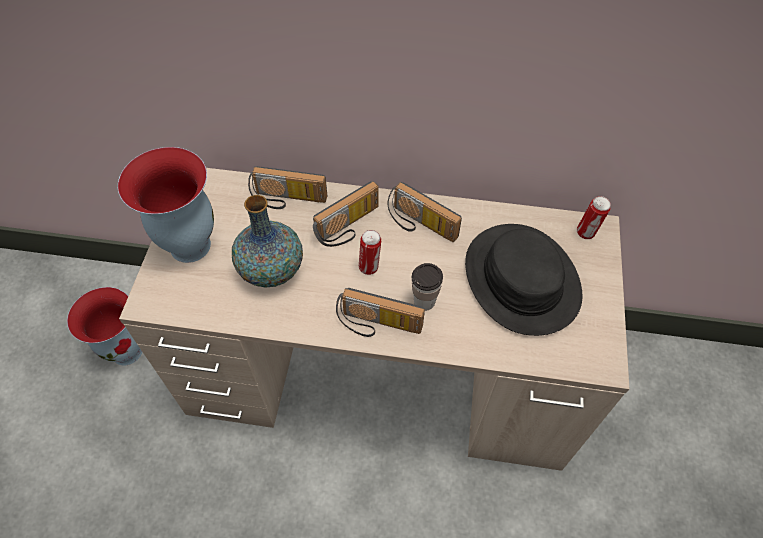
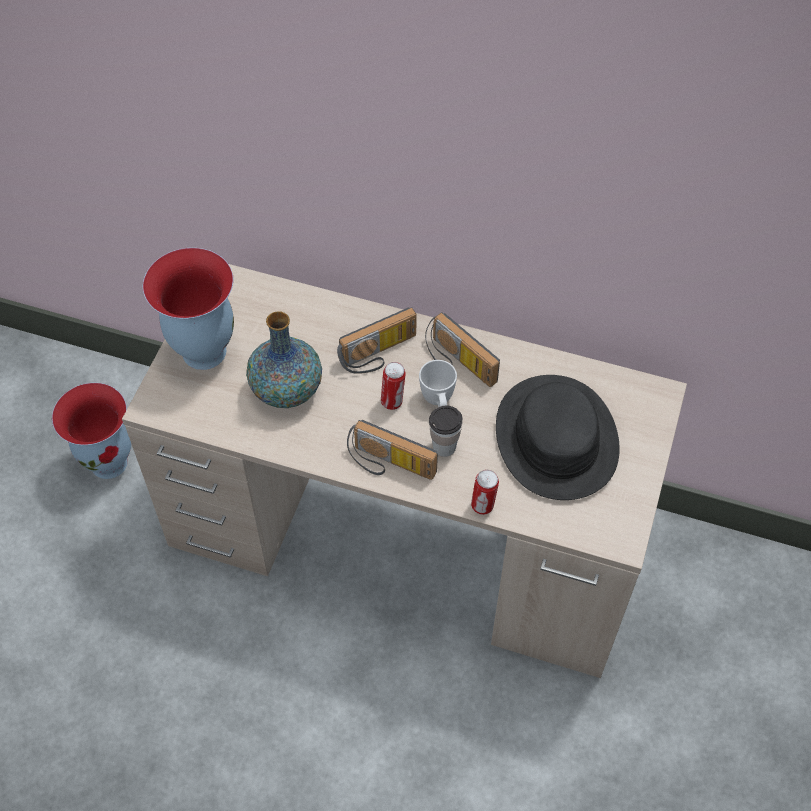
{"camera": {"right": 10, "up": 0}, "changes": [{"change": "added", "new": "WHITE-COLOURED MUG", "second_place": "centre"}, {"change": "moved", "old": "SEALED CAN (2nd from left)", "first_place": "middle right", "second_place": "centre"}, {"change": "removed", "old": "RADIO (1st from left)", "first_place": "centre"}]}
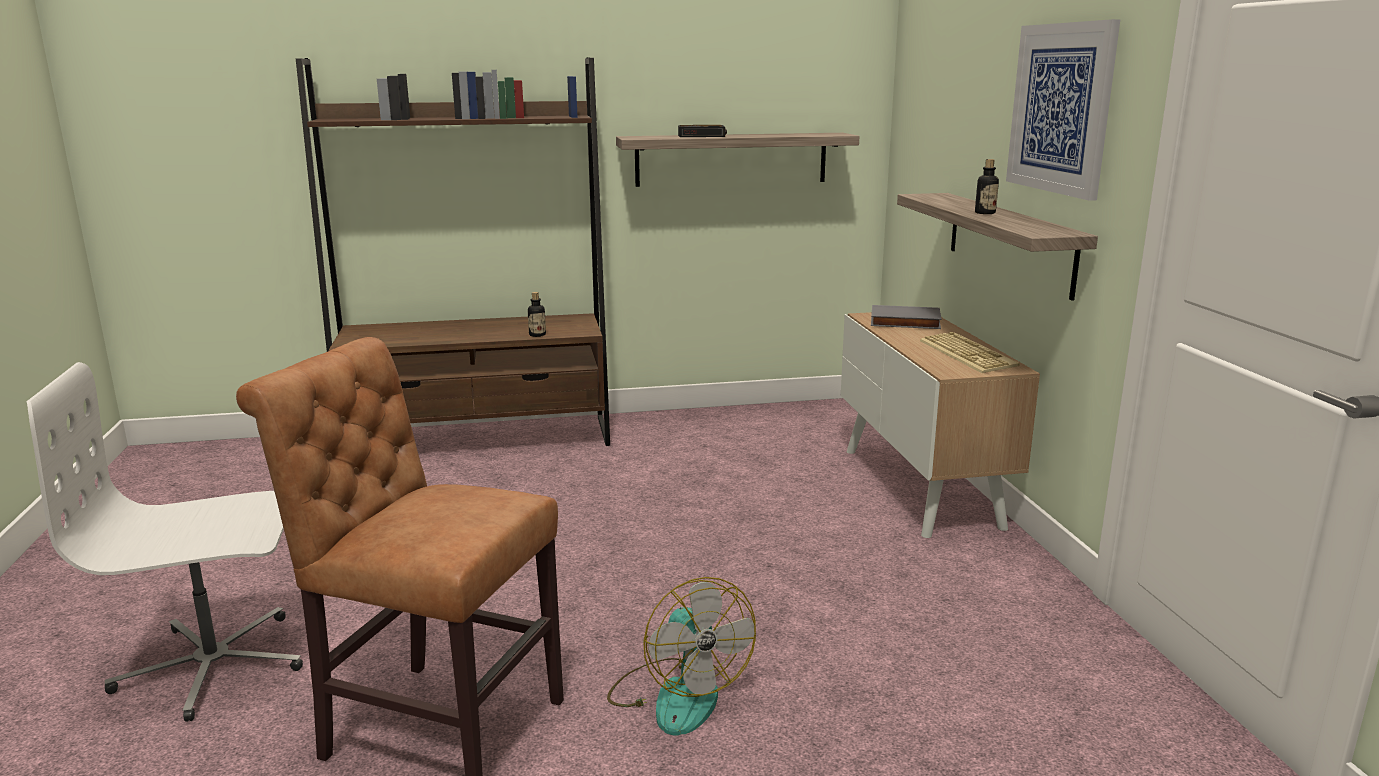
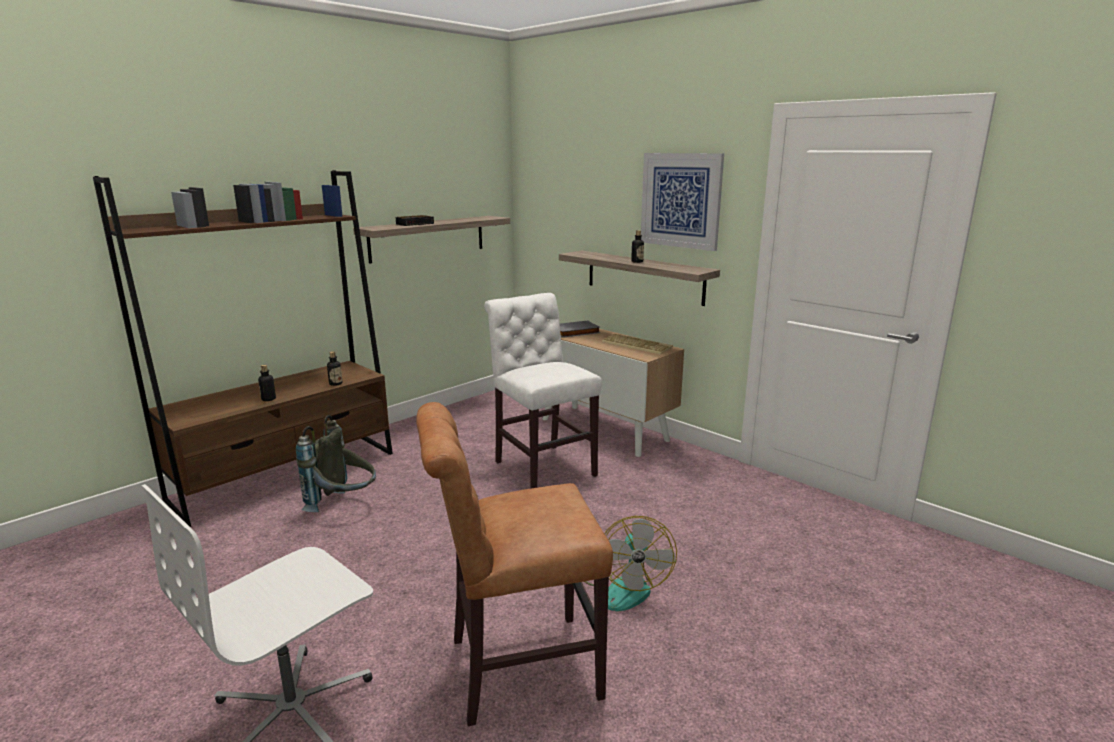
{"camera": {"right": -35, "up": 0}, "changes": [{"change": "added", "new": "BEVERAGE BOTTLE (1st from left)", "second_place": "middle left"}, {"change": "added", "new": "GRAY BACKPACK", "second_place": "middle left"}, {"change": "added", "new": "WHITE-COLOURED UPRIGHT CHAIR", "second_place": "centre"}, {"change": "turned", "old": "ELECTRIC FAN", "first_place": "bottom centre", "second_place": "bottom centre", "degrees": 60}]}
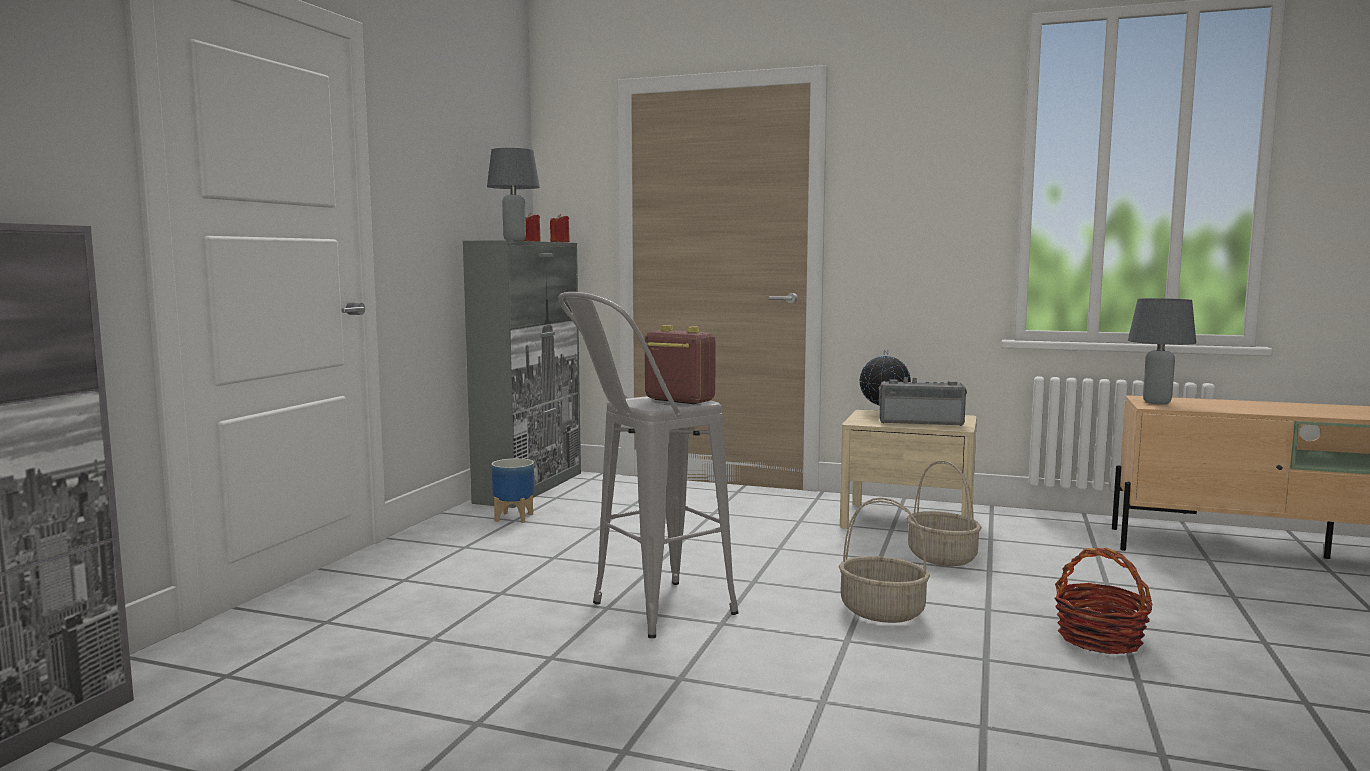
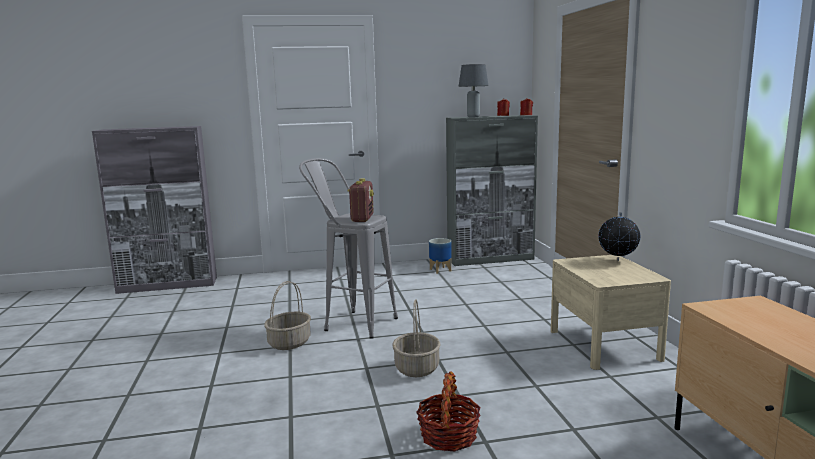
{"camera": {"right": 60, "up": 5}, "changes": [{"change": "moved", "old": "HOUSEHOLD BASKET (2nd from left in the first image)", "new": "HOUSEHOLD BASKET (1st from left)", "first_place": "middle right", "second_place": "bottom centre"}, {"change": "removed", "old": "RADIO (2nd from left)", "first_place": "middle right"}, {"change": "removed", "old": "GRAY TABLETOP LAMP (2nd from left)", "first_place": "middle right"}]}
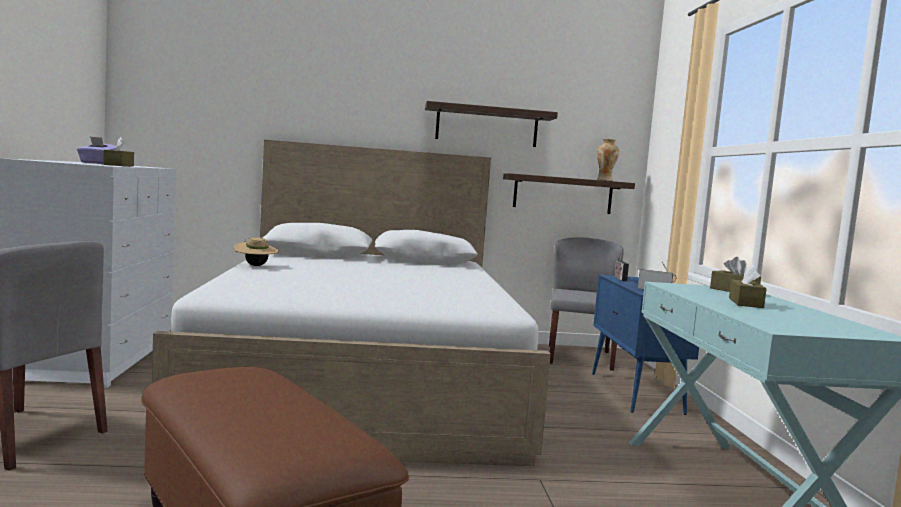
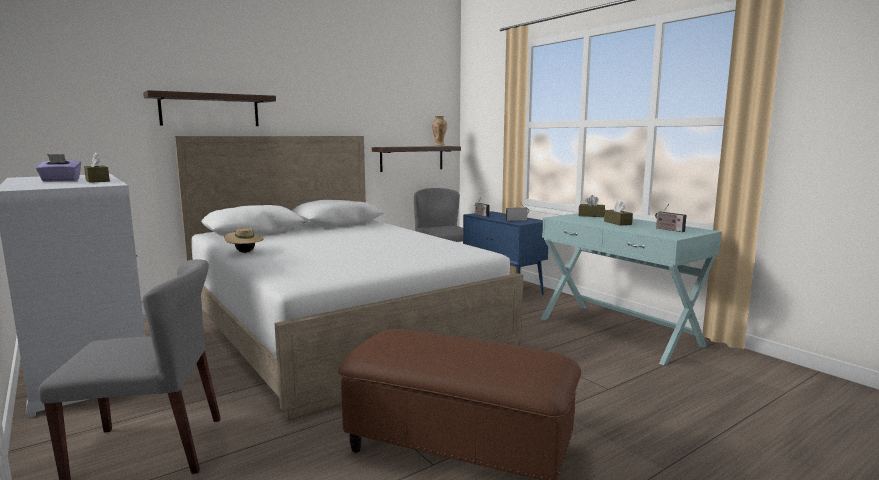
{"camera": {"right": -30, "up": 5}, "changes": [{"change": "moved", "old": "SHELF (1st from left)", "first_place": "top centre", "second_place": "top left"}, {"change": "added", "new": "RADIO (3rd from left)", "second_place": "middle right"}]}
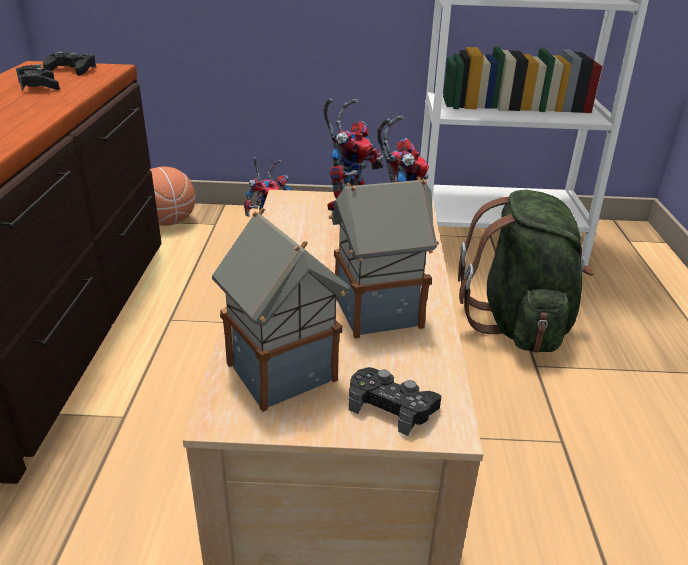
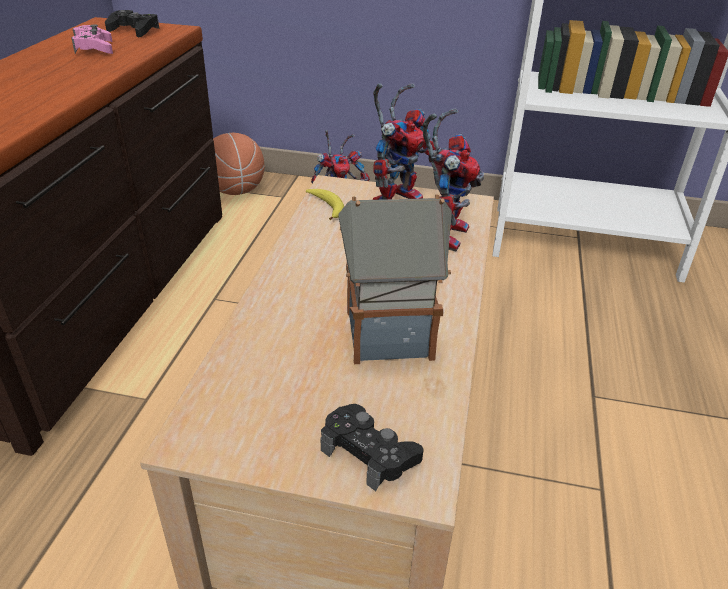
{"camera": {"right": 10, "up": 5}, "changes": [{"change": "recoloured", "old": "BLACKISH GAME CONTROLLER (1st from left)", "new": "PINK GAME CONTROLLER", "first_place": "top left", "second_place": "top left"}, {"change": "added", "new": "WHOLE BANANA", "second_place": "centre"}, {"change": "removed", "old": "TOY HOUSE (1st from left)", "first_place": "centre"}, {"change": "removed", "old": "GREEN BACKPACK", "first_place": "middle right"}]}
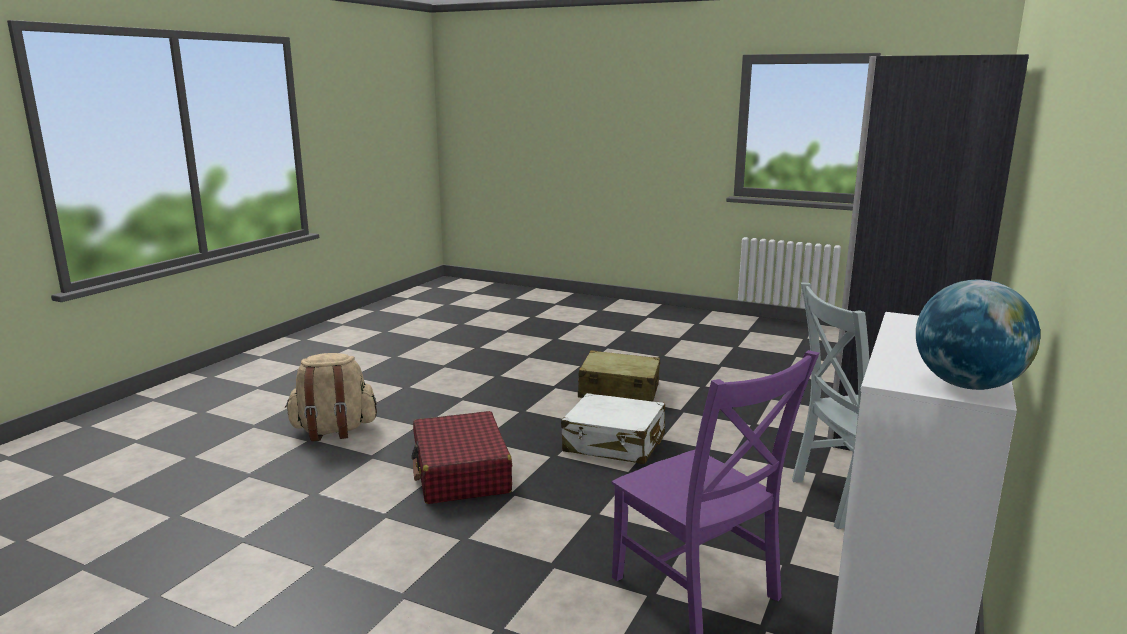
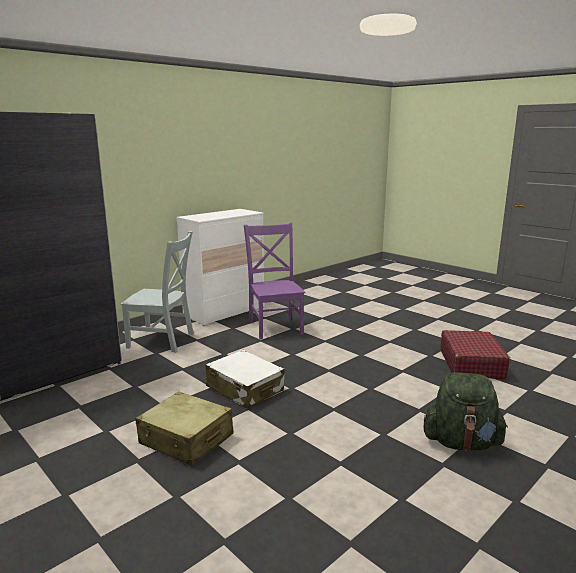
{"camera": {"right": -160, "up": 0}, "changes": [{"change": "recoloured", "old": "BEIGE-COLOURED BACKPACK", "new": "GREEN BACKPACK", "first_place": "middle left", "second_place": "bottom right"}, {"change": "moved", "old": "RED-COLOURED SUITCASE", "first_place": "bottom centre", "second_place": "middle right"}, {"change": "removed", "old": "WORLD GLOBE", "first_place": "middle right"}]}
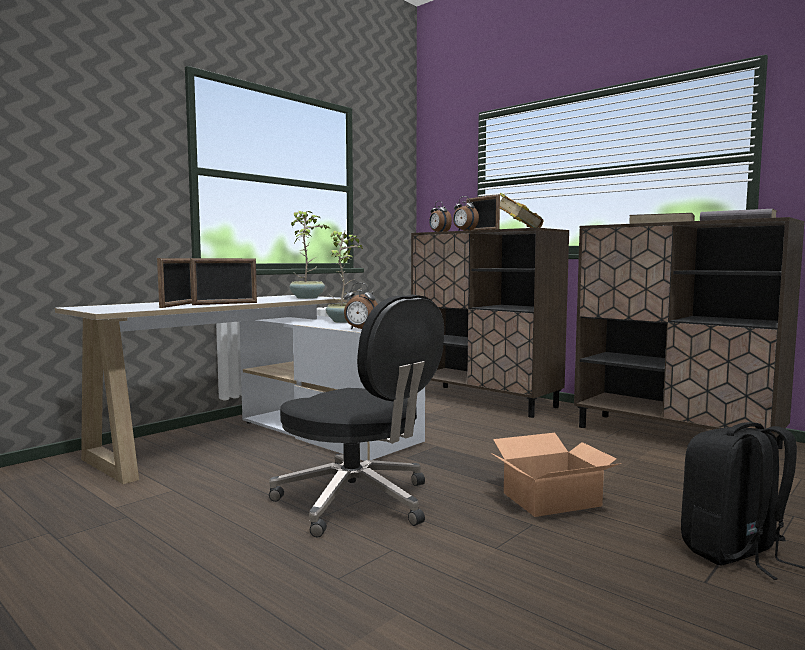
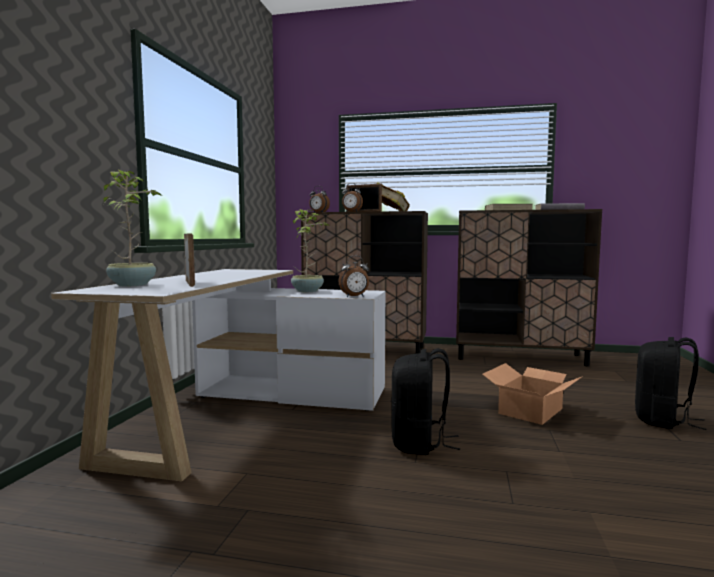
{"camera": {"right": -30, "up": 0}, "changes": [{"change": "moved", "old": "HOUSEPLANT (1st from left)", "first_place": "centre", "second_place": "middle left"}, {"change": "replaced", "old": "BLACKISH DESK CHAIR", "new": "BLACKISH BACKPACK (1st from left)", "first_place": "centre", "second_place": "bottom centre"}, {"change": "removed", "old": "PICTURE FRAME (2nd from left)", "first_place": "middle left"}]}
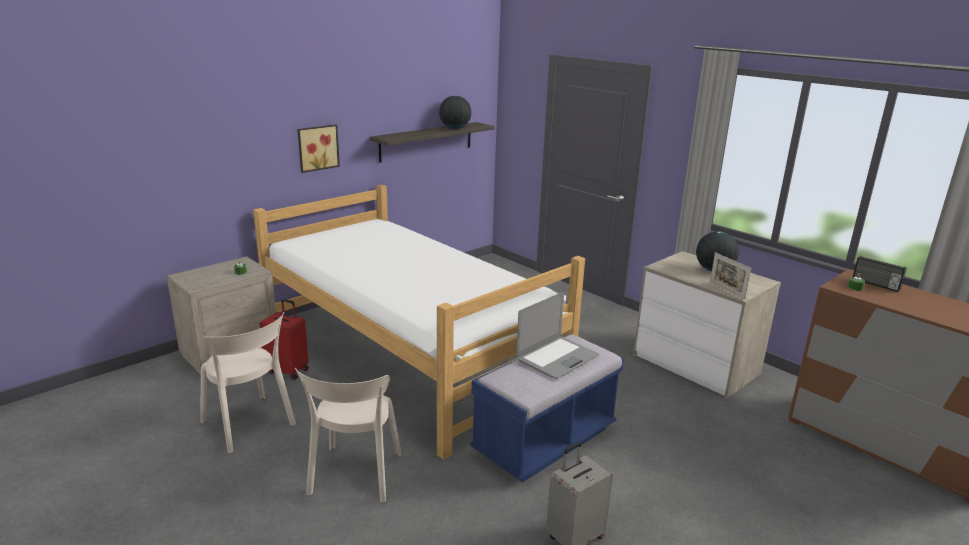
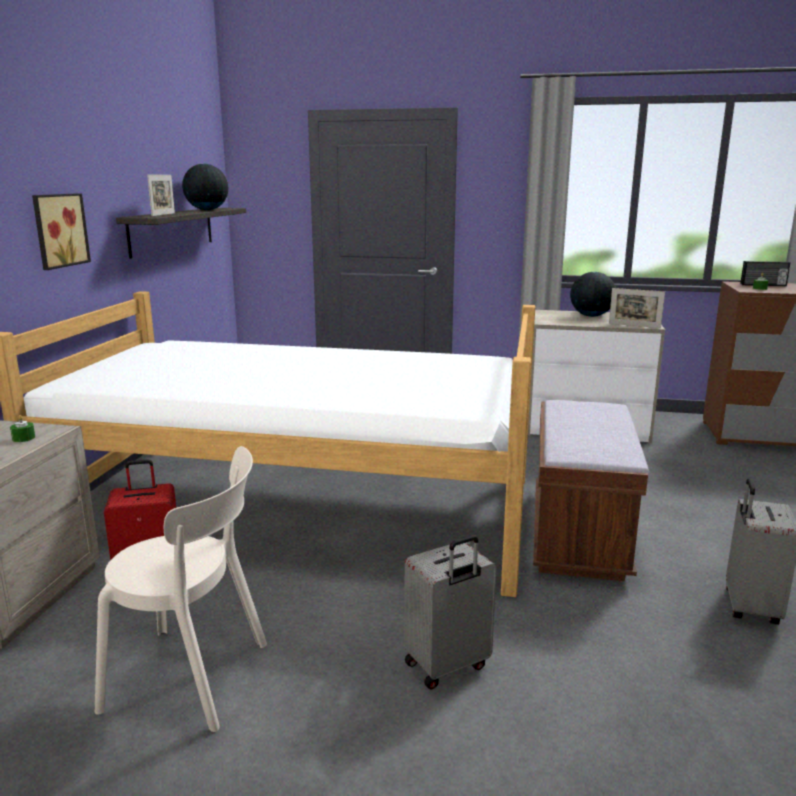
{"camera": {"right": -35, "up": -5}, "changes": [{"change": "added", "new": "PICTURE FRAME (1st from left)", "second_place": "top left"}, {"change": "replaced", "old": "BEIGE-COLOURED UPRIGHT CHAIR (2nd from left)", "new": "GRAY SUITCASE (1st from left)", "first_place": "bottom centre", "second_place": "bottom centre"}, {"change": "recoloured", "old": "BLUE-COLOURED LONG SEAT", "new": "BROWNISH LONG SEAT", "first_place": "bottom centre", "second_place": "middle right"}, {"change": "removed", "old": "LAPTOP", "first_place": "centre"}]}
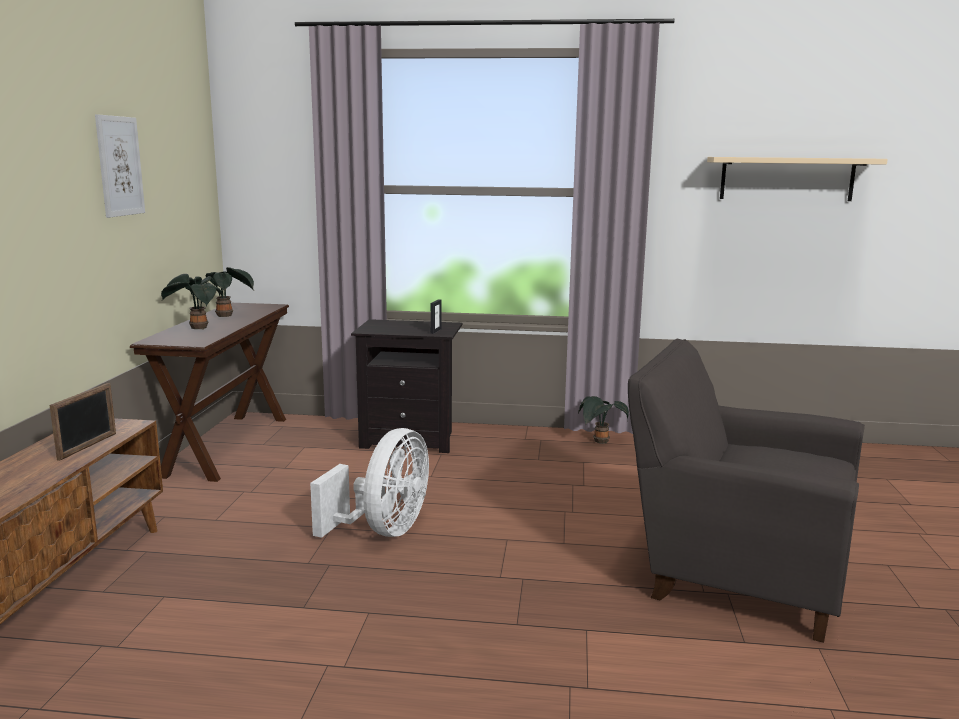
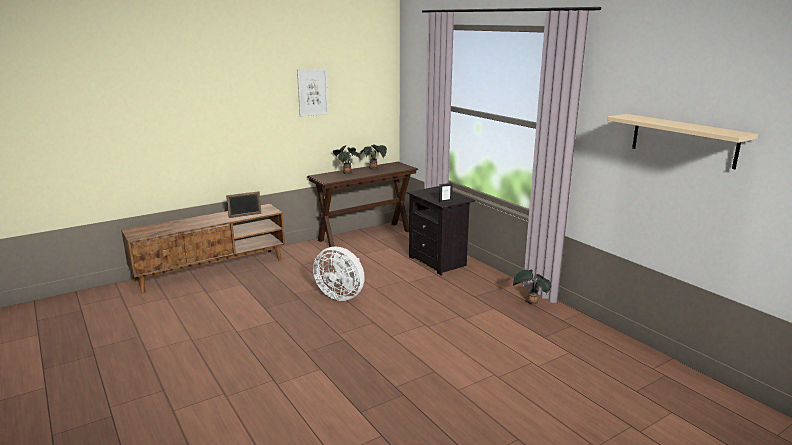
{"camera": {"right": 50, "up": 5}, "changes": [{"change": "turned", "old": "WHITE-COLOURED ELECTRIC FAN", "first_place": "bottom centre", "second_place": "centre", "degrees": 45}, {"change": "removed", "old": "GRAY LOUNGE CHAIR", "first_place": "bottom right"}]}
